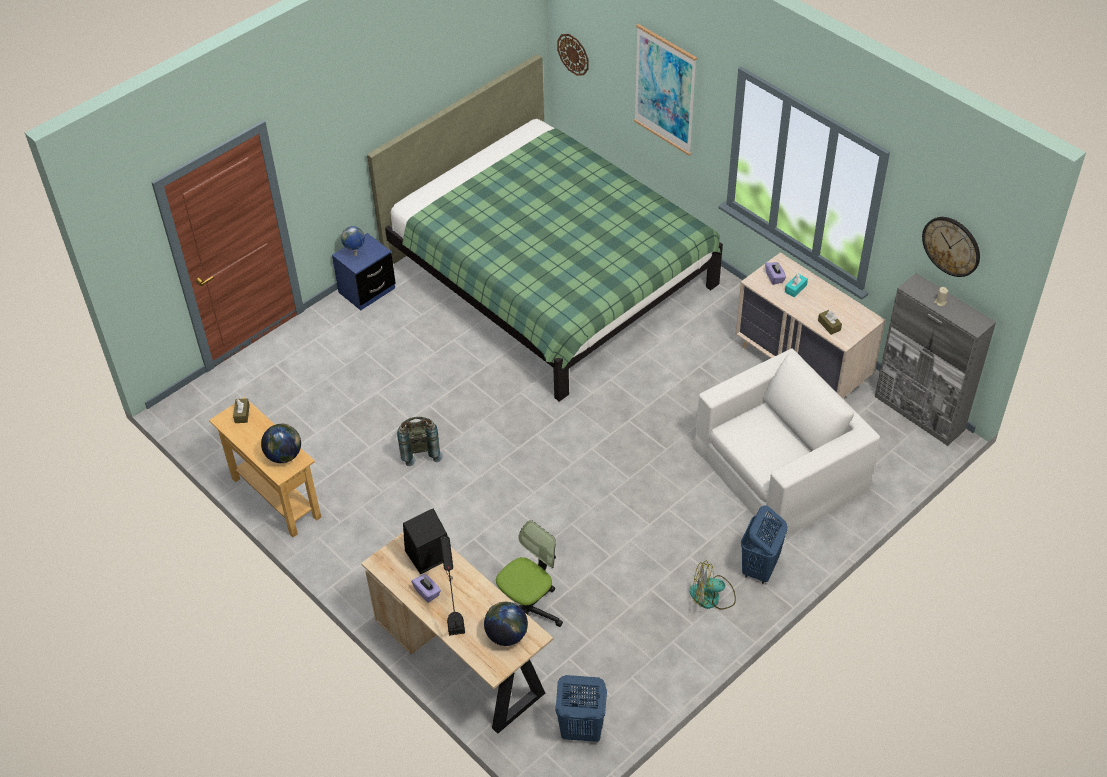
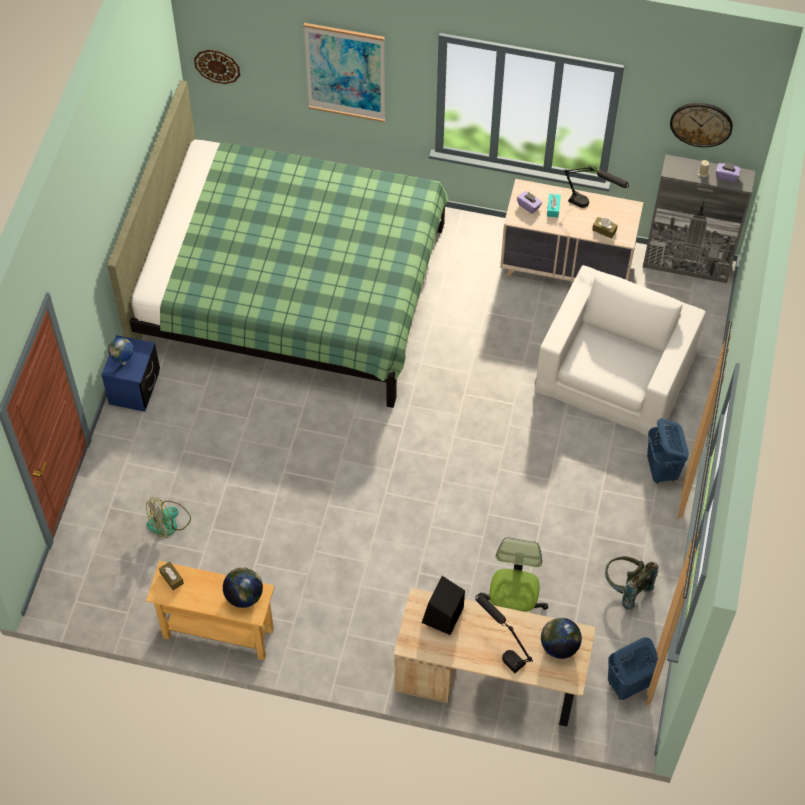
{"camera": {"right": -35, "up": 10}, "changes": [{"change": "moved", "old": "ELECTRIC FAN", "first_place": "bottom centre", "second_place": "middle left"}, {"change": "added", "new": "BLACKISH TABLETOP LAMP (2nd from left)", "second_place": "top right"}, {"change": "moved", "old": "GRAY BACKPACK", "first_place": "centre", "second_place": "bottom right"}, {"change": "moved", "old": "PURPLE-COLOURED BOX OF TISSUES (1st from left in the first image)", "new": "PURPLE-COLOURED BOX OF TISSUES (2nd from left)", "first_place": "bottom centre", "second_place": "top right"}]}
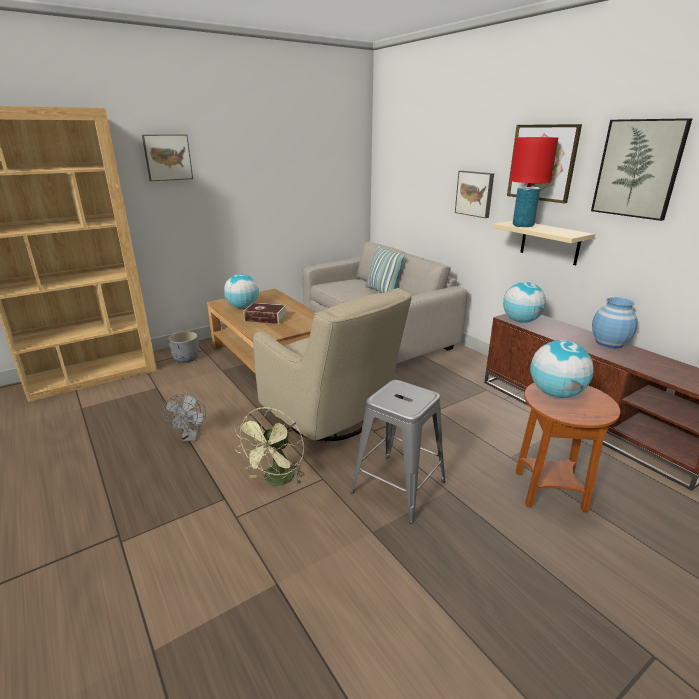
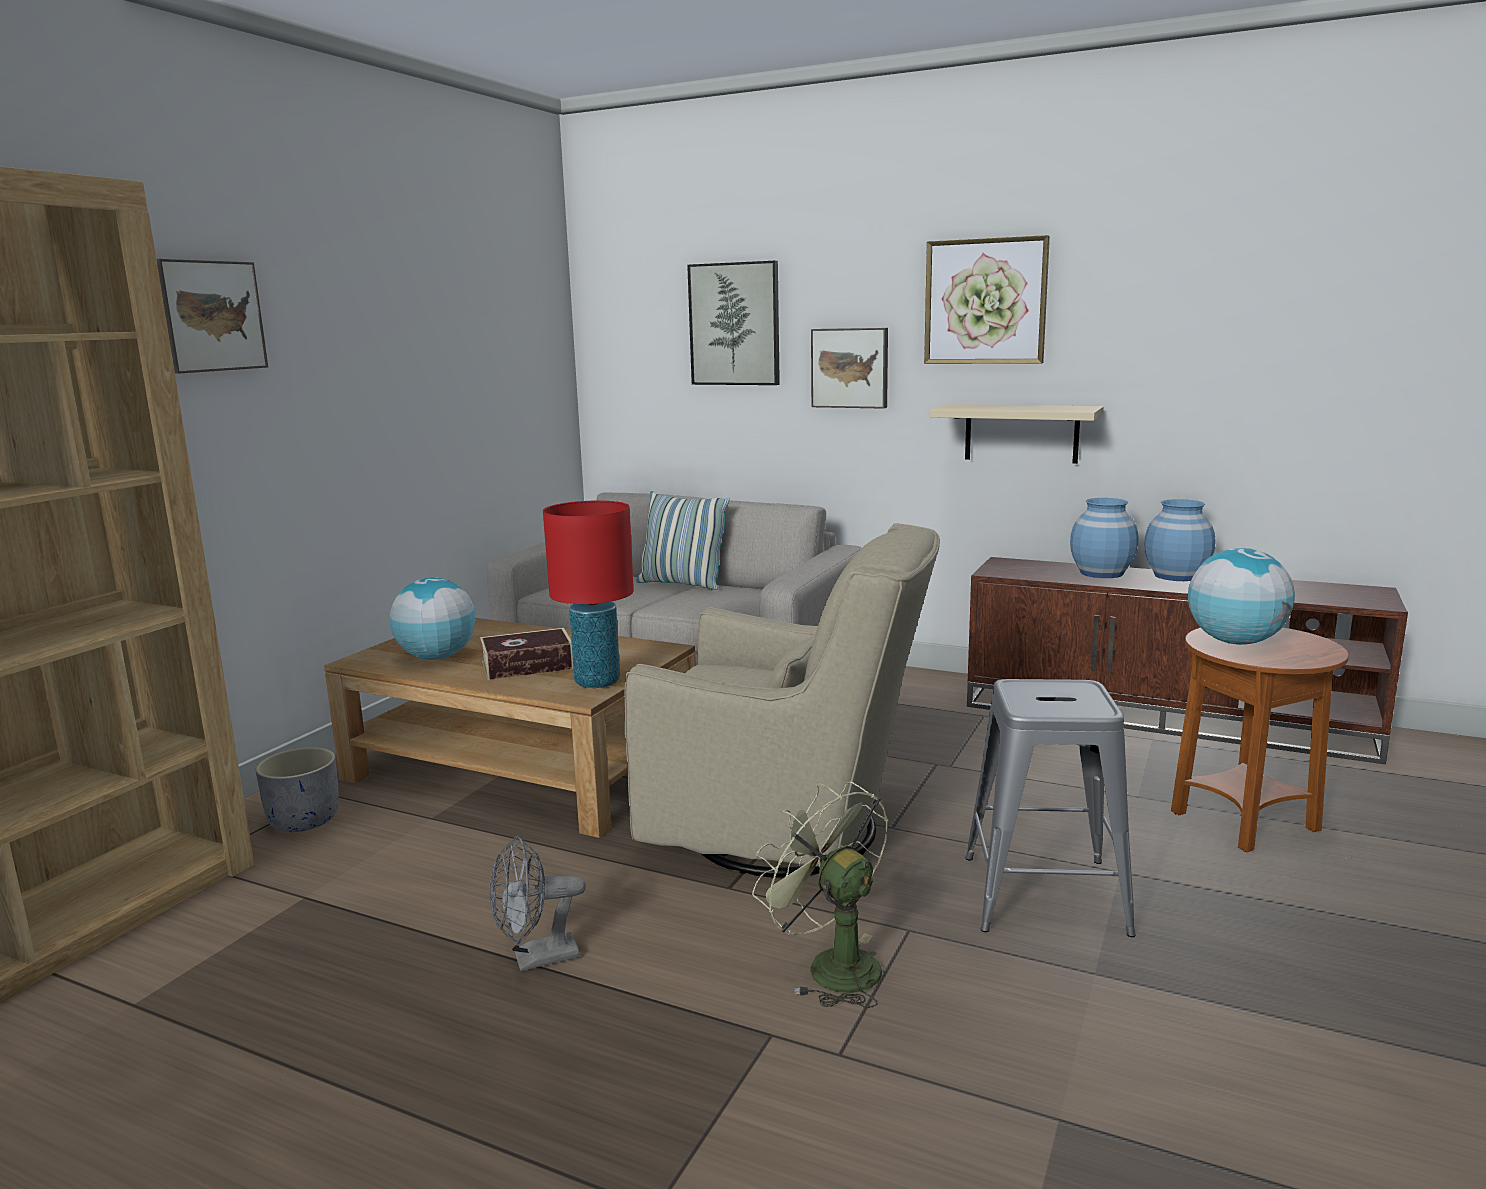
{"camera": {"right": -30, "up": -10}, "changes": [{"change": "turned", "old": "GRAY ELECTRIC FAN", "first_place": "middle left", "second_place": "bottom centre", "degrees": 105}, {"change": "moved", "old": "RED-COLOURED TABLETOP LAMP", "first_place": "top right", "second_place": "centre"}, {"change": "moved", "old": "WALL ART (4th from left in the first image)", "new": "WALL ART (2nd from left)", "first_place": "top right", "second_place": "top centre"}, {"change": "turned", "old": "GREEN ELECTRIC FAN", "first_place": "centre", "second_place": "bottom centre", "degrees": 150}, {"change": "added", "new": "BLUE-COLOURED VASE (1st from left)", "second_place": "middle right"}, {"change": "removed", "old": "WORLD GLOBE (2nd from left)", "first_place": "middle right"}]}
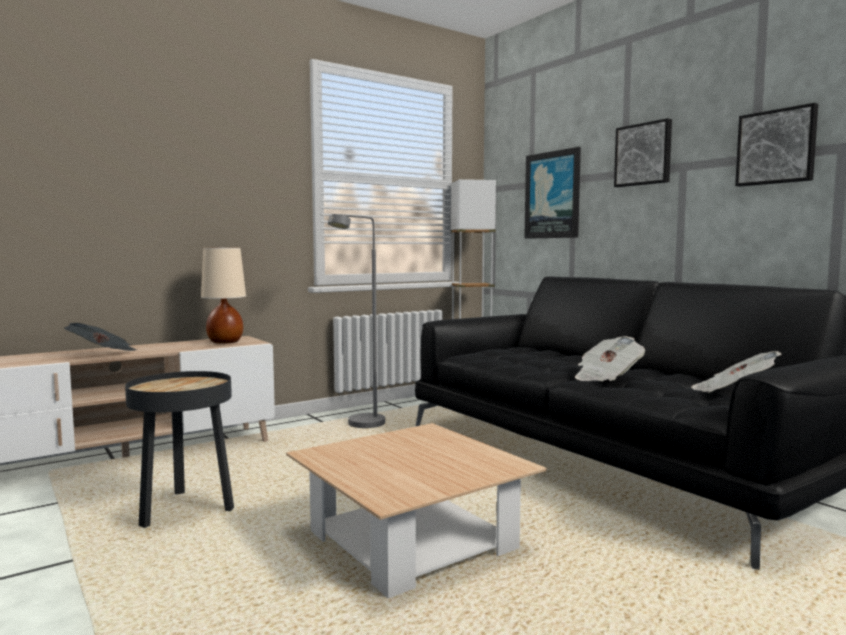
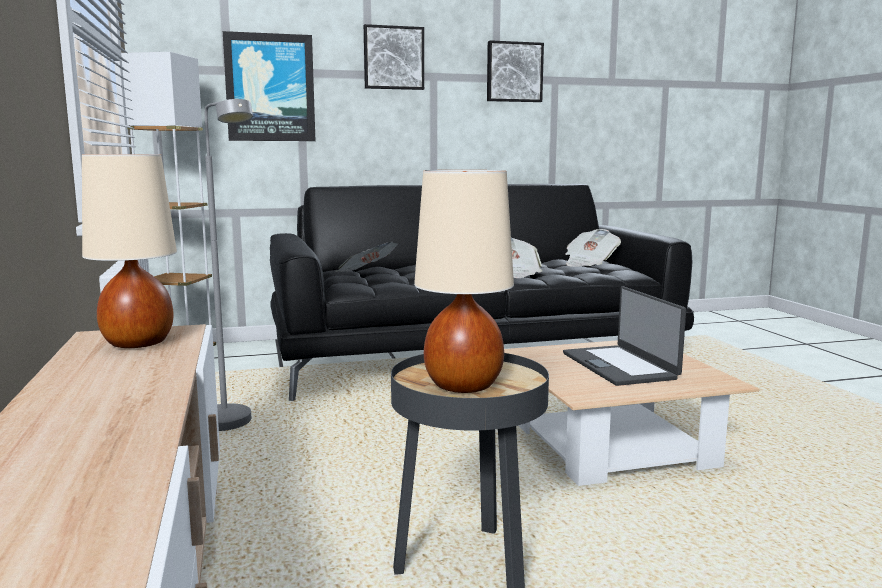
{"camera": {"right": -70, "up": 5}, "changes": [{"change": "moved", "old": "DAILY PAPER (1st from left)", "first_place": "middle left", "second_place": "centre"}, {"change": "added", "new": "BEIGE-COLOURED TABLETOP LAMP (2nd from left)", "second_place": "centre"}, {"change": "added", "new": "LAPTOP", "second_place": "middle right"}]}
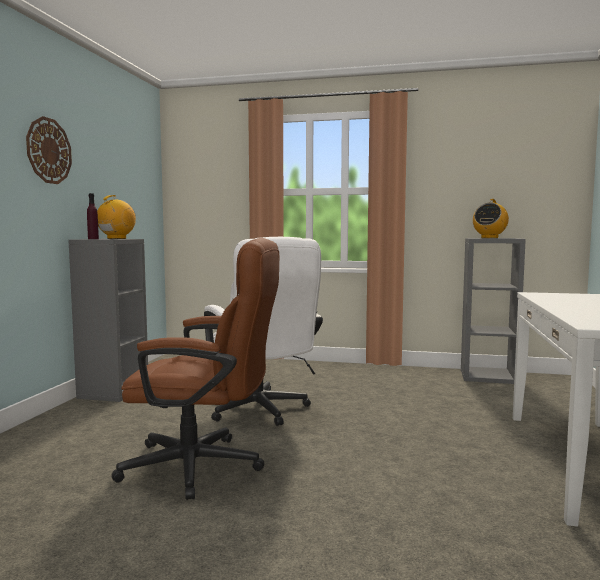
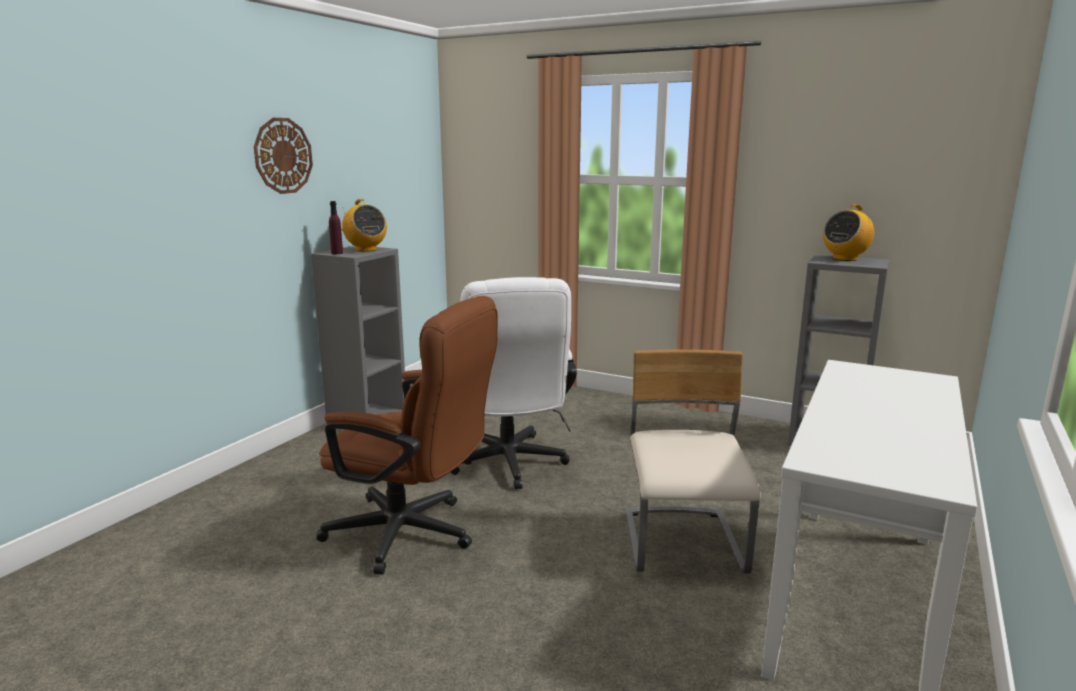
{"camera": {"right": 15, "up": 10}, "changes": [{"change": "turned", "old": "RADIO (1st from left)", "first_place": "middle left", "second_place": "top centre", "degrees": 105}, {"change": "added", "new": "BEIGE-COLOURED UPRIGHT CHAIR", "second_place": "bottom centre"}]}
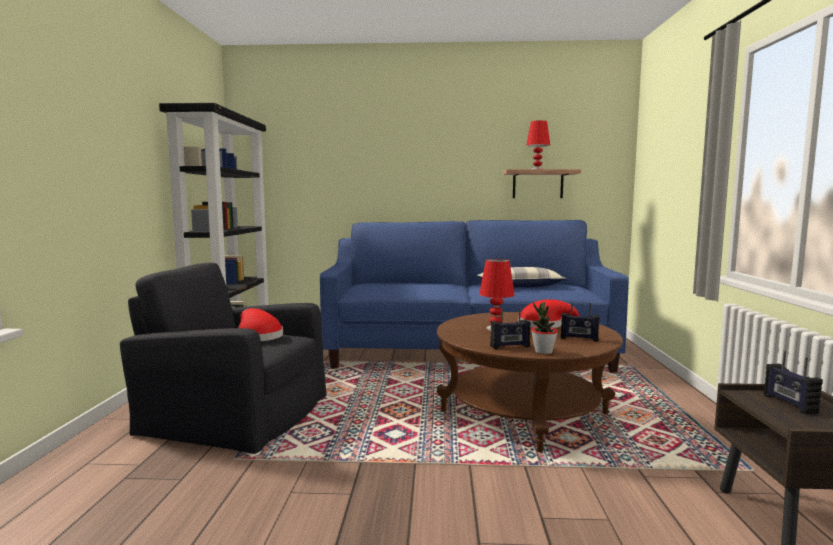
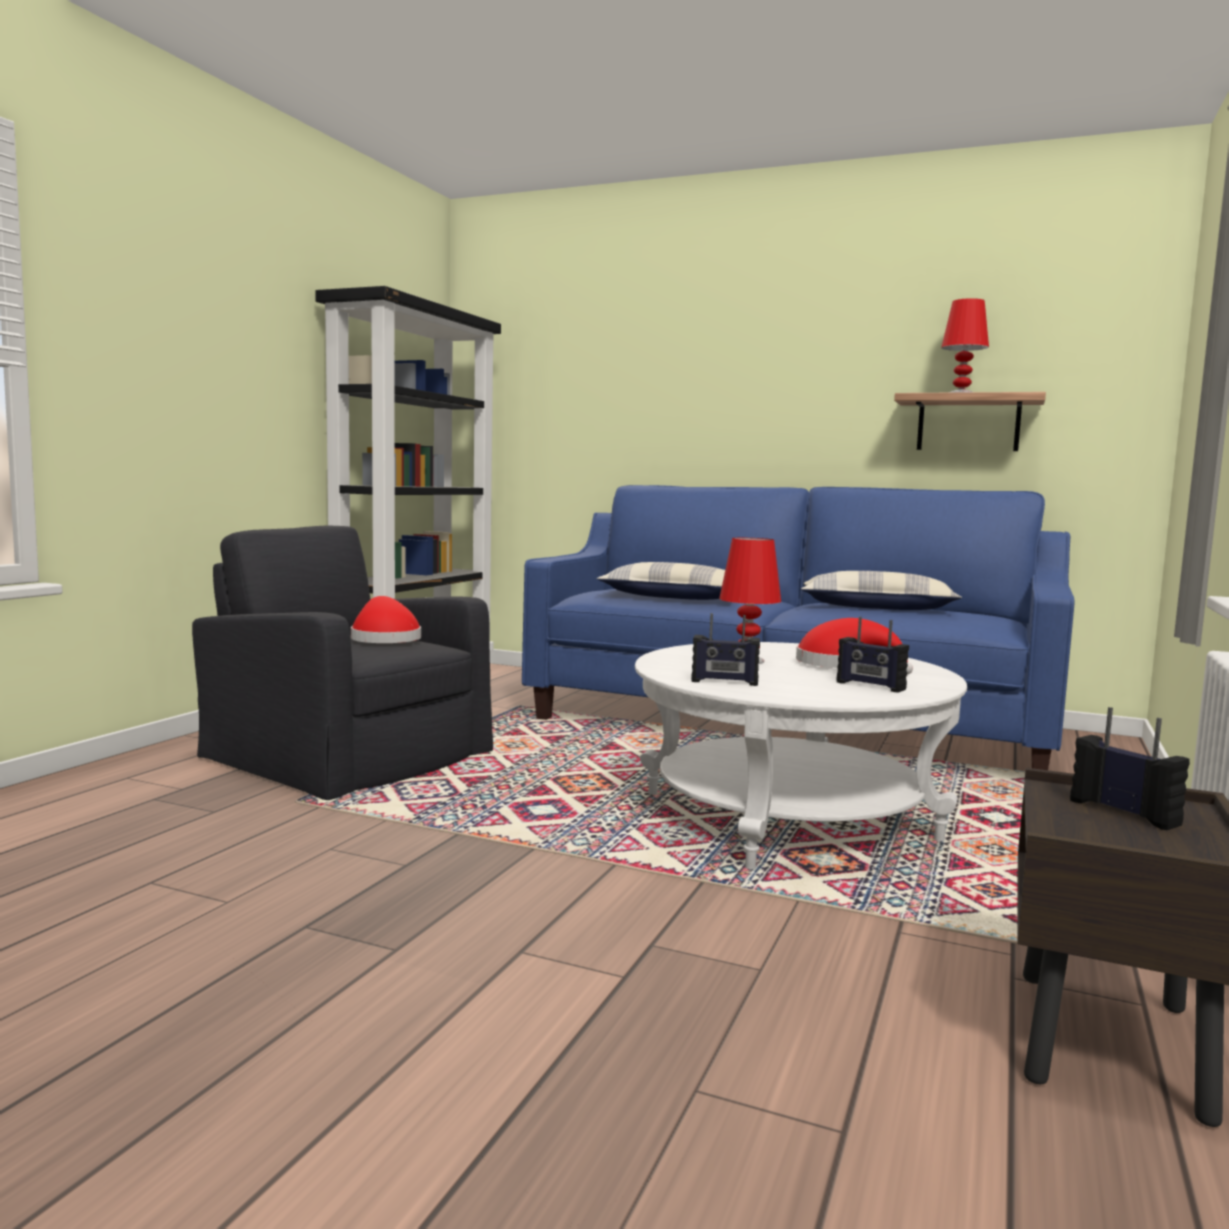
{"camera": {"right": 20, "up": 0}, "changes": [{"change": "added", "new": "PILLOW (1st from left)", "second_place": "centre"}, {"change": "recoloured", "old": "BROWNISH LOW TABLE", "new": "WHITE-COLOURED LOW TABLE", "first_place": "bottom centre", "second_place": "centre"}, {"change": "turned", "old": "RADIO (3rd from left)", "first_place": "bottom right", "second_place": "middle right", "degrees": 135}, {"change": "removed", "old": "HOUSEPLANT", "first_place": "centre"}]}
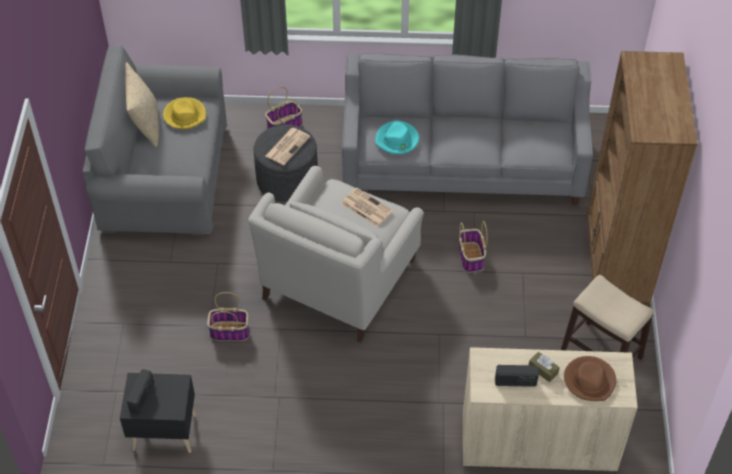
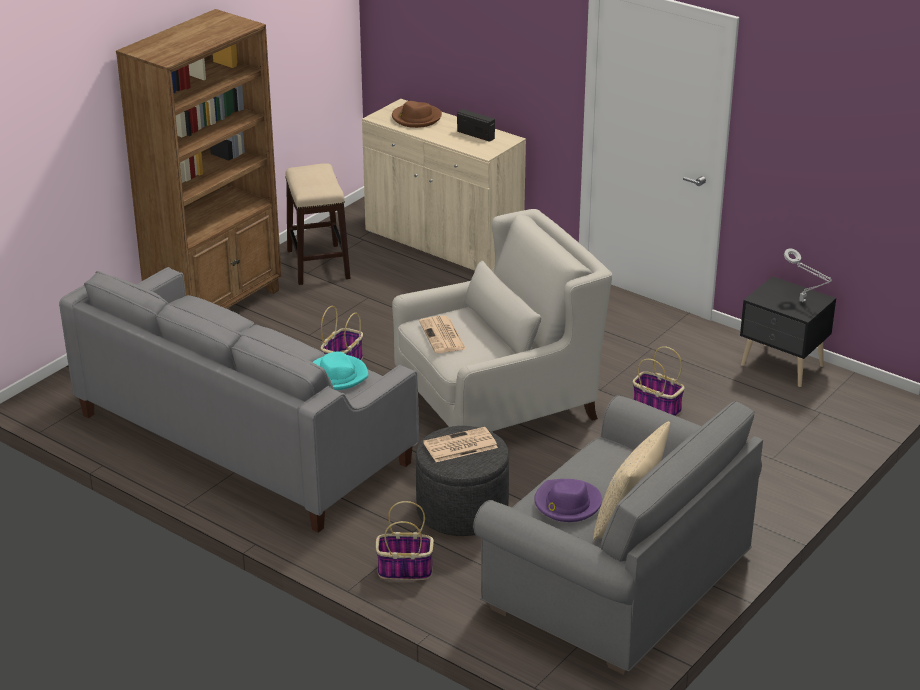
{"camera": {"right": -145, "up": -20}, "changes": [{"change": "recoloured", "old": "YELLOWISH CLOTHING HAT", "new": "PURPLE-COLOURED CLOTHING HAT", "first_place": "top left", "second_place": "bottom centre"}, {"change": "replaced", "old": "RADIO (1st from left)", "new": "GRAY TABLETOP LAMP", "first_place": "bottom left", "second_place": "middle right"}, {"change": "removed", "old": "BROWNISH BOX OF TISSUES", "first_place": "bottom right"}]}
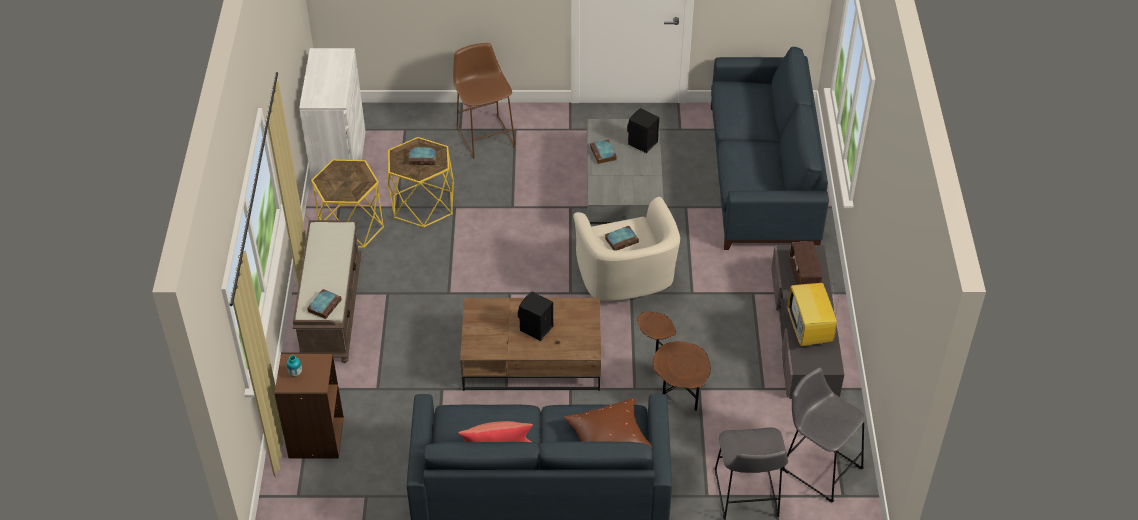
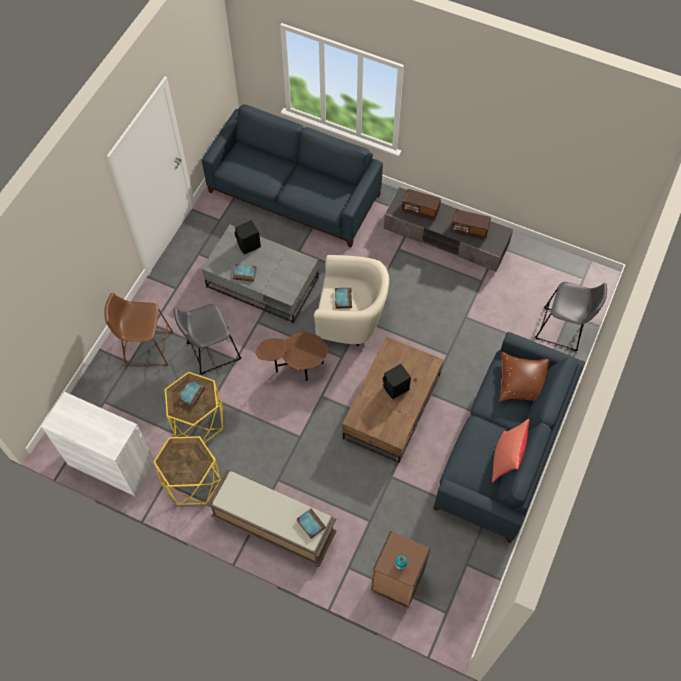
{"camera": {"right": -65, "up": 15}, "changes": [{"change": "moved", "old": "GRAY STOOL (2nd from left in the first image)", "new": "GRAY STOOL (1st from left)", "first_place": "bottom right", "second_place": "middle left"}, {"change": "moved", "old": "BROWNISH END TABLE", "first_place": "bottom centre", "second_place": "centre"}, {"change": "replaced", "old": "TV SET", "new": "RADIO (2nd from left)", "first_place": "middle right", "second_place": "top right"}]}
